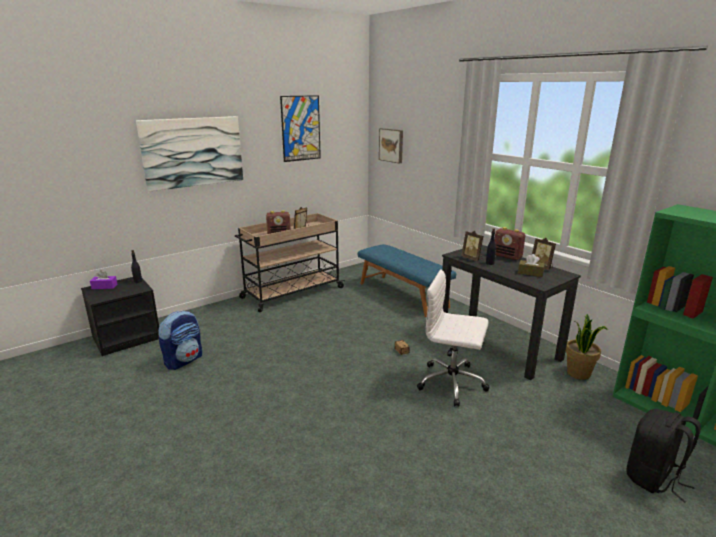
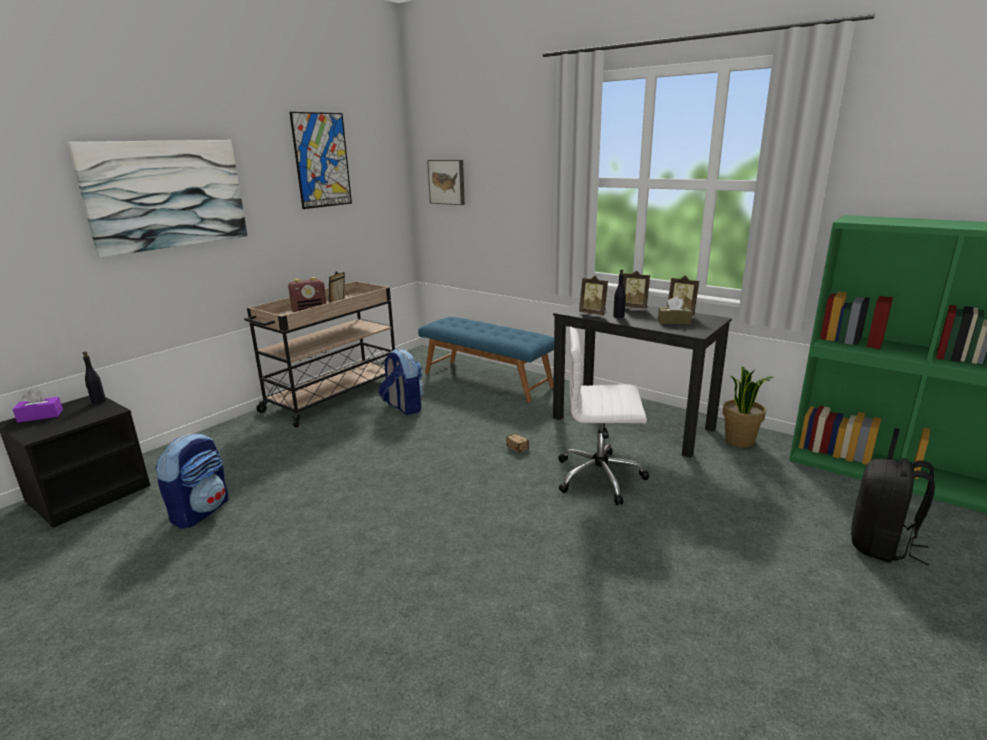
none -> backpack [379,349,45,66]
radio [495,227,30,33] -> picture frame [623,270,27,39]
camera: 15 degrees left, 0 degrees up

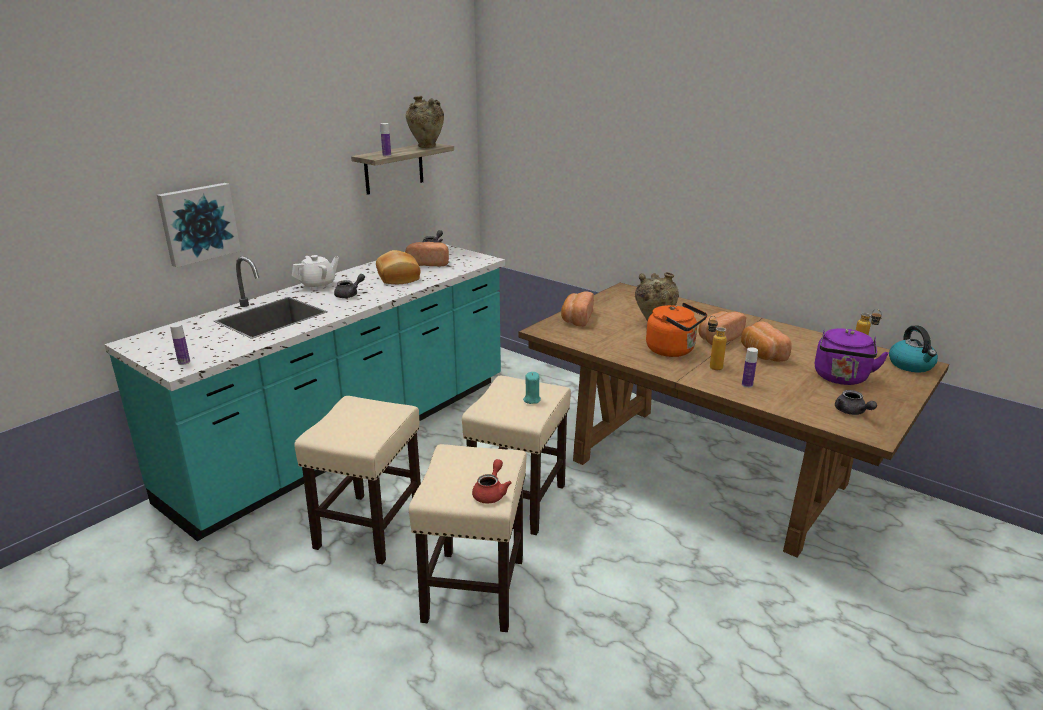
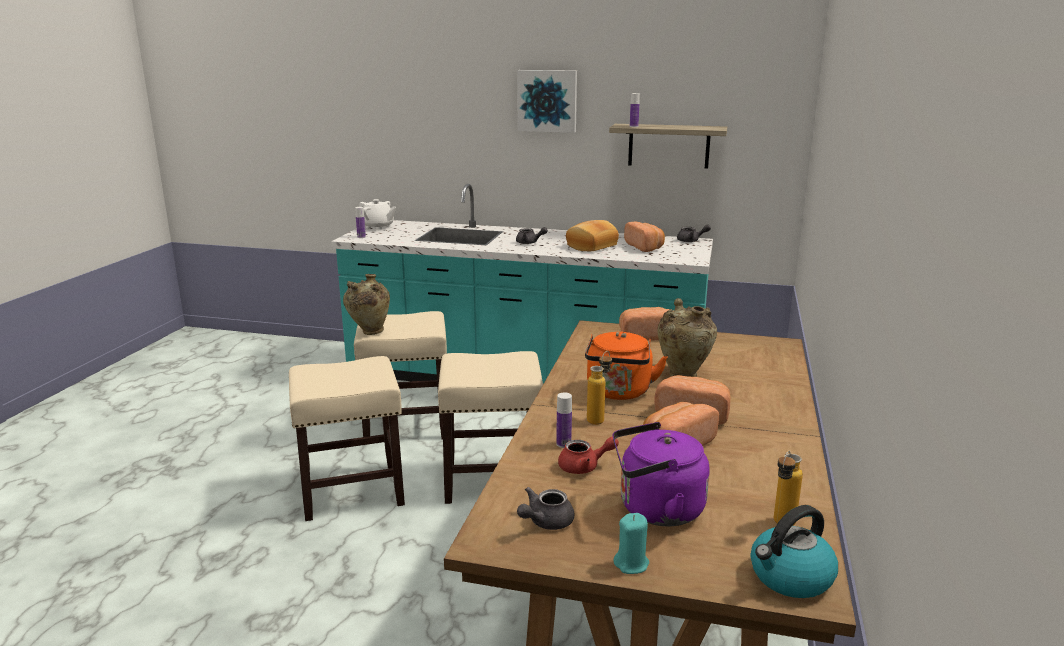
vase (beige) [406,96,38,52] -> vase (beige) [343,274,47,61], moved
teapot (white) [292,255,47,35] -> teapot (white) [359,199,37,31], moved
picture [157,183,84,84] -> picture [517,70,60,63], moved
teapot (red) [472,459,40,45] -> teapot (red) [558,436,61,38], moved
candle (turquoise) [523,372,18,32] -> candle (turquoise) [614,513,35,61], moved
camera: 65 degrees right, 5 degrees down

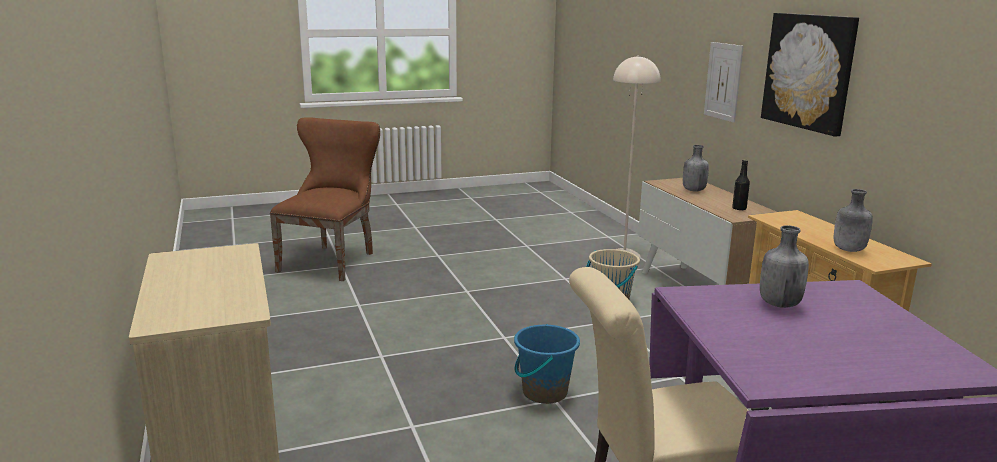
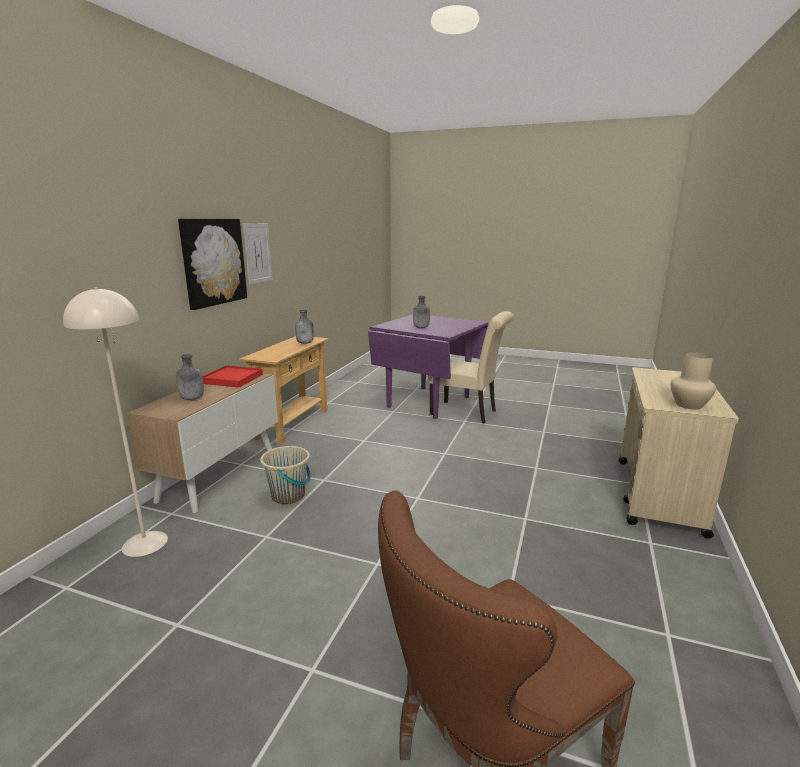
bottle (black) [732,160,18,50] -> tray (red) [203,365,60,23]
picture [704,42,40,81] -> picture [243,223,30,62], moved
none -> vase (beige) [671,352,45,58]
bucket (blue) [514,324,66,80] -> none
camera: 140 degrees left, 0 degrees up

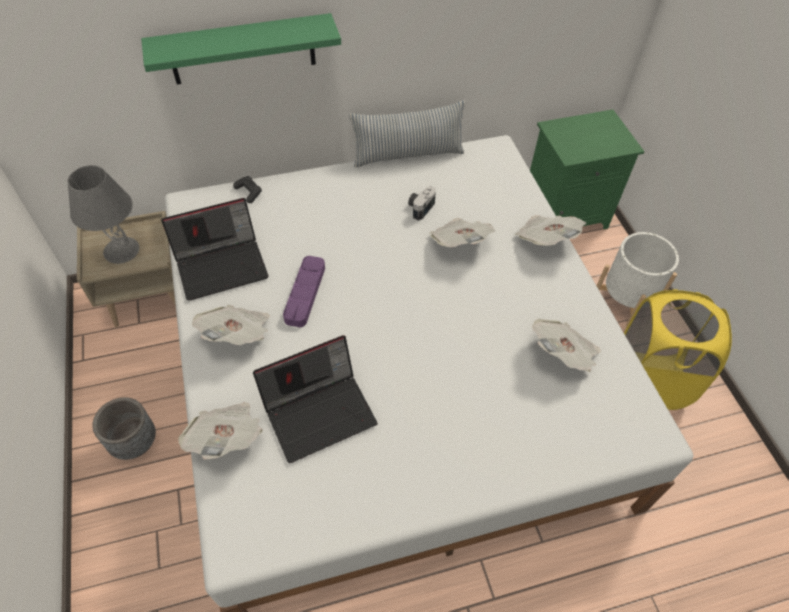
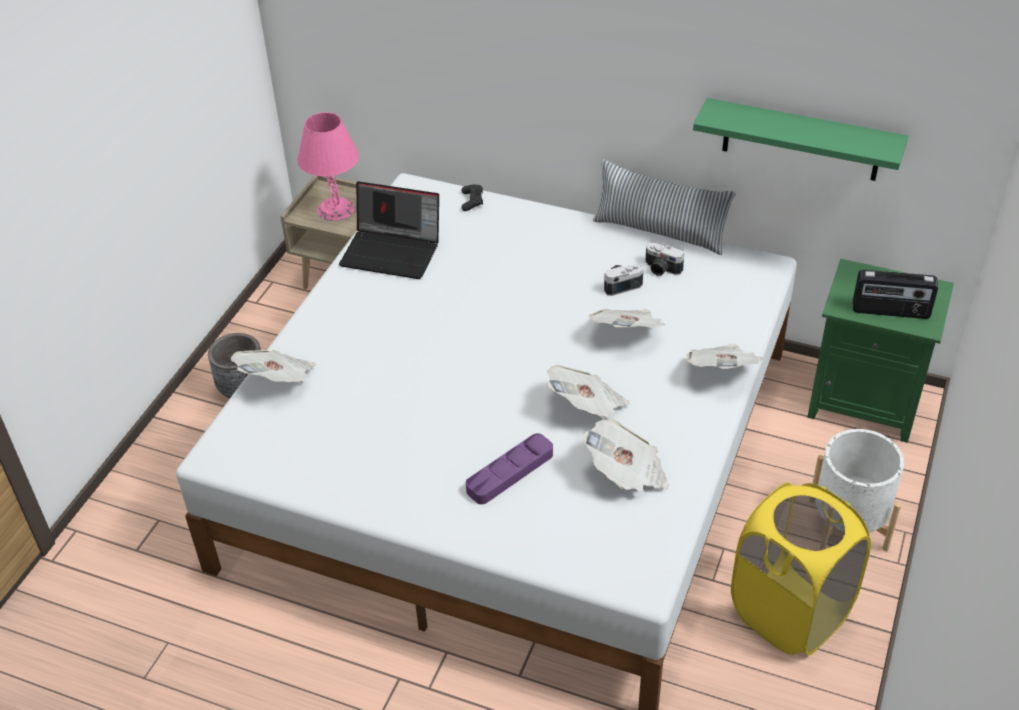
table lamp (grey) [67,165,73,99] -> table lamp (pink) [298,112,61,109]
tray (purple) [283,256,42,71] -> tray (purple) [466,433,87,71], moved
newspaper [192,305,78,40] -> newspaper [546,365,84,53], moved
none -> photo camera [645,243,39,33]
shelf (green) [141,13,200,71] -> shelf (green) [693,98,215,83], moved
none -> radio [853,270,85,49]
laptop [253,335,124,128] -> none
camera: 40 degrees right, 10 degrees down

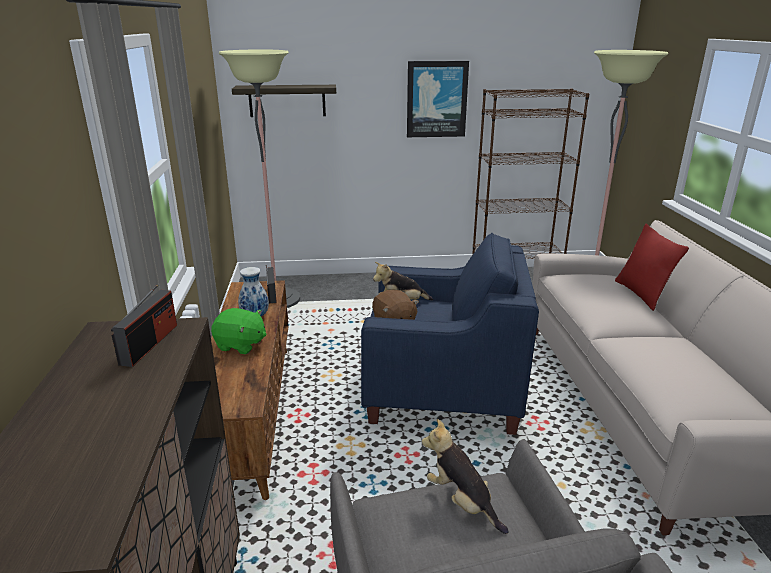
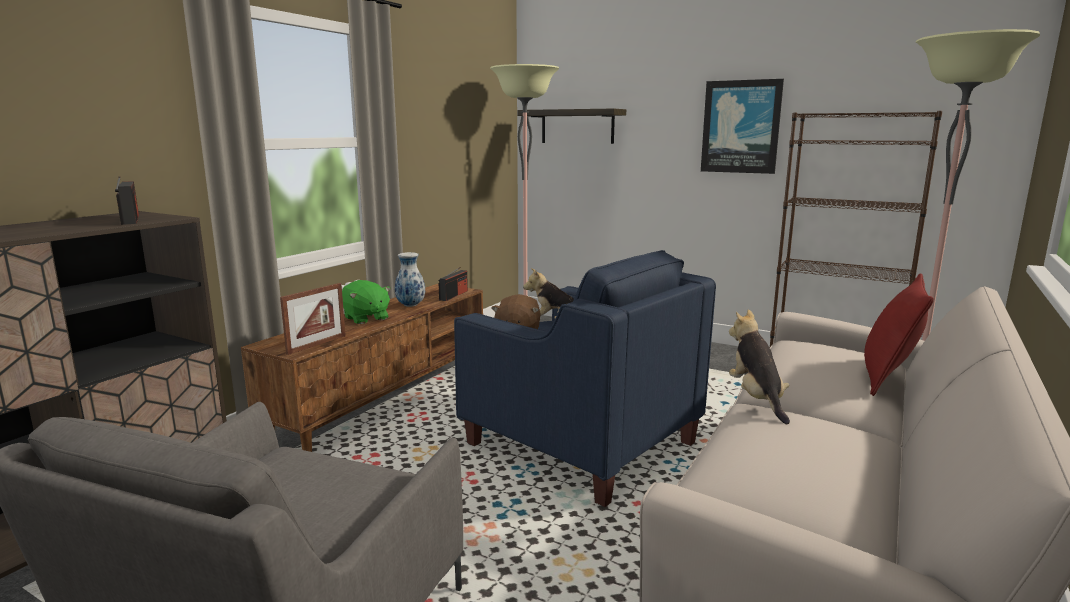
radio [111,285,66,82] -> radio [115,176,24,49], 75 degrees counterclockwise
none -> picture frame [280,283,66,72]
plush toy [422,419,87,115] -> plush toy [729,309,61,115], moved
camera: 35 degrees right, 10 degrees down

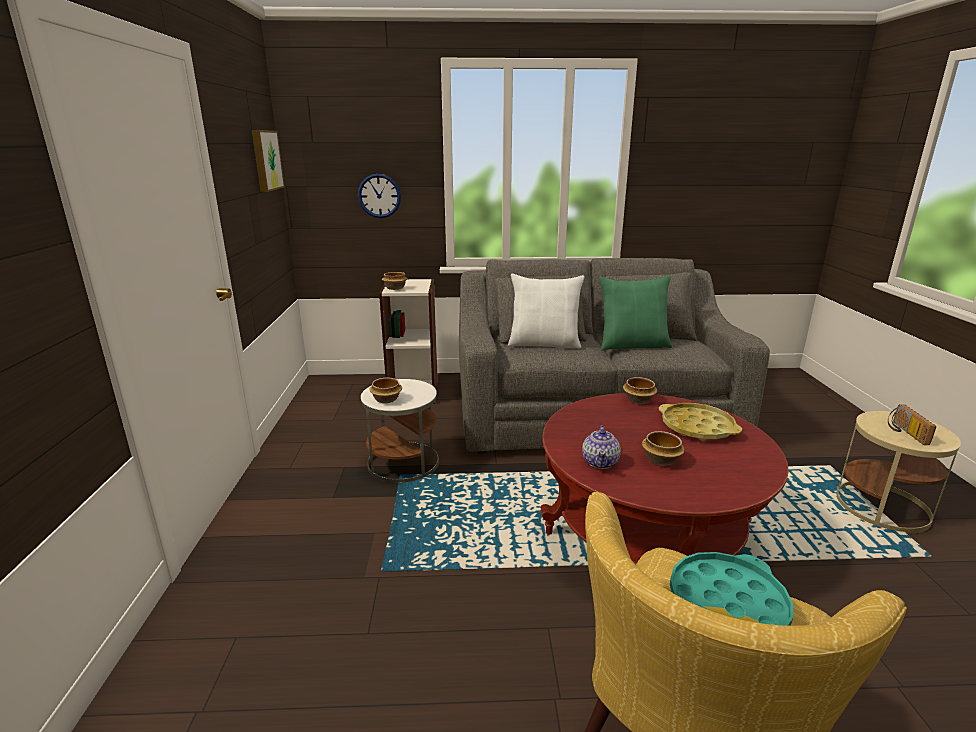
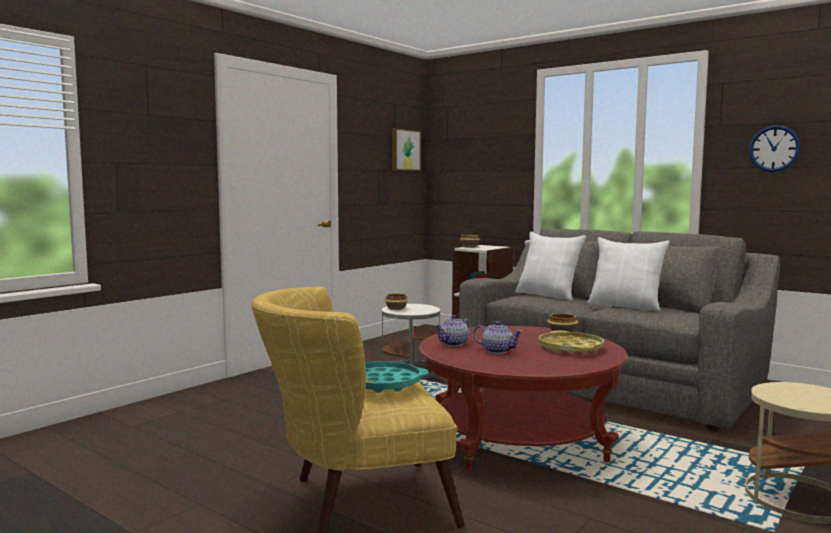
bowl [642,431,43,35] -> teapot [474,321,49,33]
pillow (green) [599,275,73,76] -> pillow (white) [587,237,83,75]
wall clock [358,174,43,44] -> wall clock [749,125,52,47], moved
radio [888,404,48,41] -> none
camera: 40 degrees right, 15 degrees down

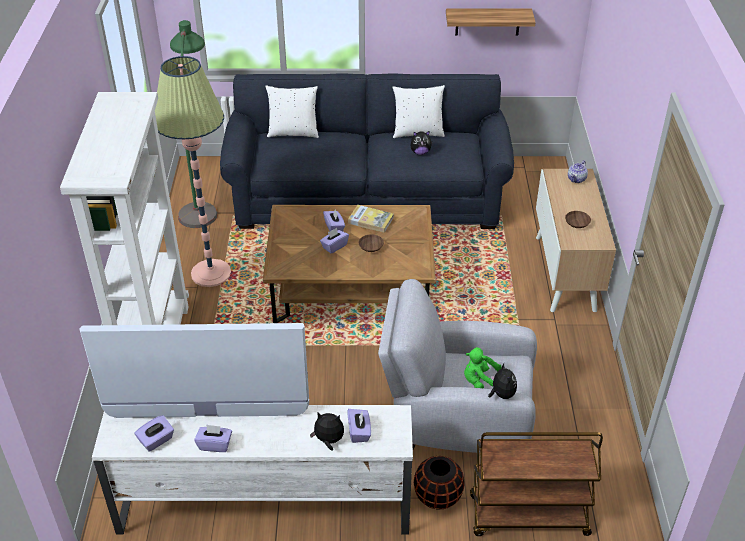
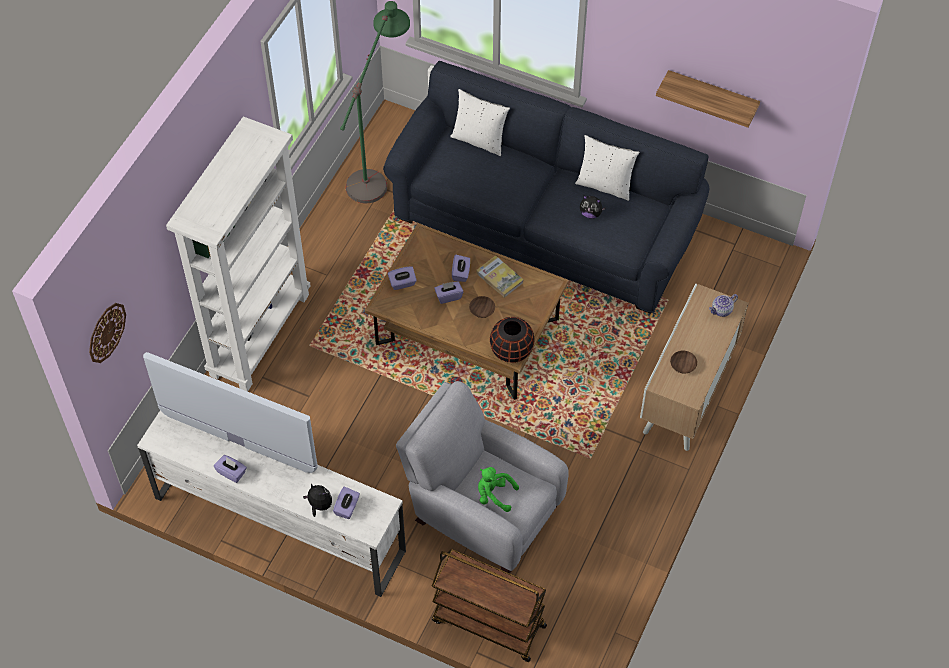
none -> wall clock [89,303,37,60]
tissue box (purple) [135,415,39,37] -> tissue box (purple) [388,267,29,23], moved
vase (black) [414,456,51,54] -> vase (black) [490,317,44,46], moved
floor lamp [155,56,76,231] -> none
plush toy [488,363,29,36] -> none
camera: 25 degrees right, 15 degrees up

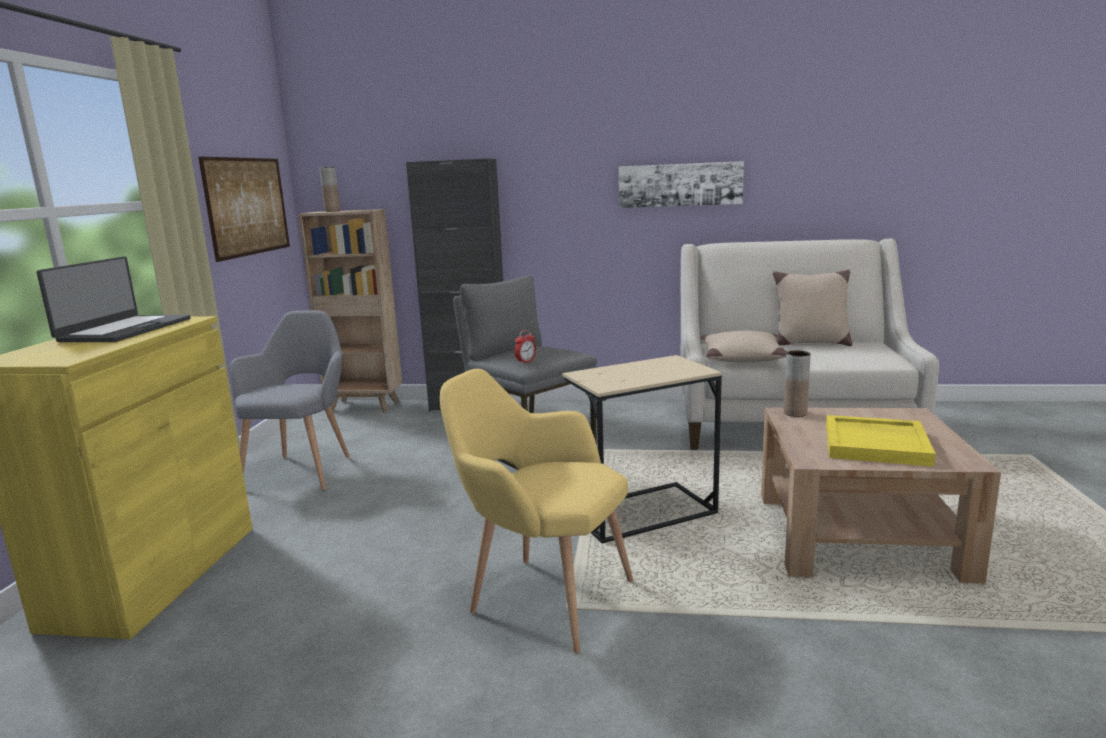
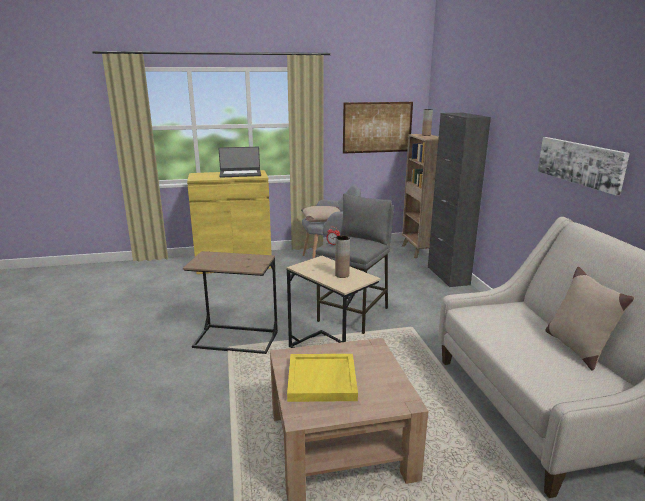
armchair (yellow) [440,369,193,285] -> side table (brown) [183,251,95,103]
pillow (beige) [700,331,87,31] -> pillow (beige) [301,206,39,16], moved
vase (brown) [784,351,27,66] -> vase (brown) [335,235,15,43], moved
camera: 70 degrees right, 5 degrees up

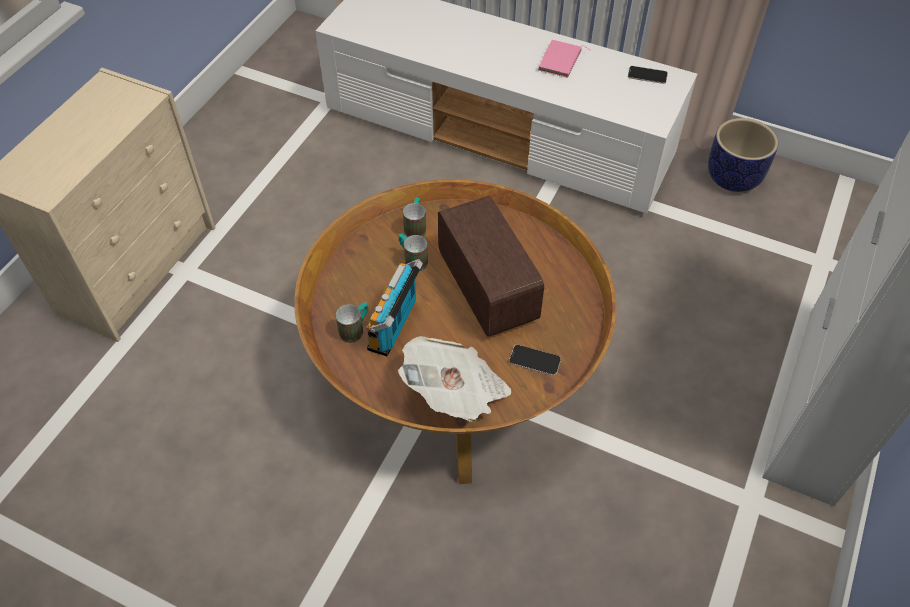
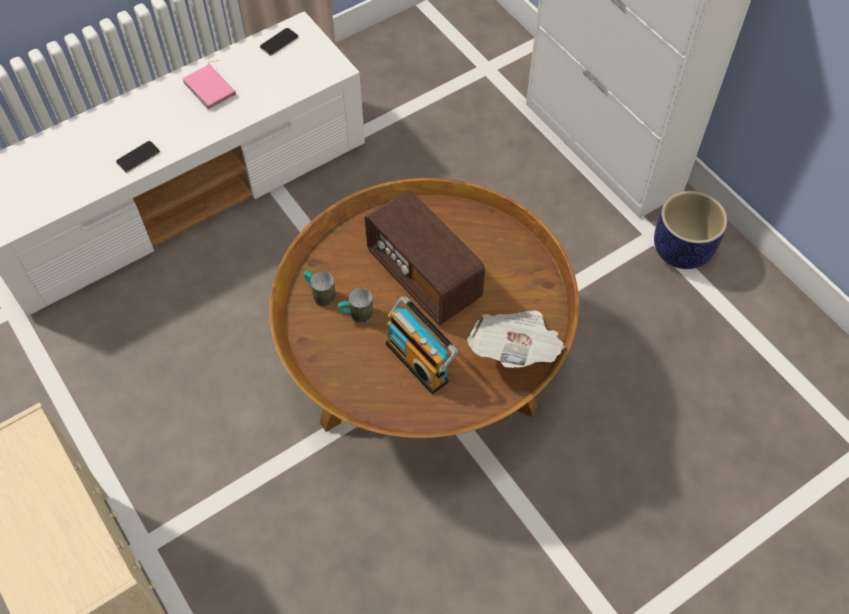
phone [509,344,52,32] -> phone [116,141,44,32], moved
radio [438,196,106,141] -> radio [365,190,120,135], 135 degrees counterclockwise
planter [708,118,70,74] -> planter [654,191,74,78], moved
mug [336,302,32,41] -> none
camera: 60 degrees left, 5 degrees up

